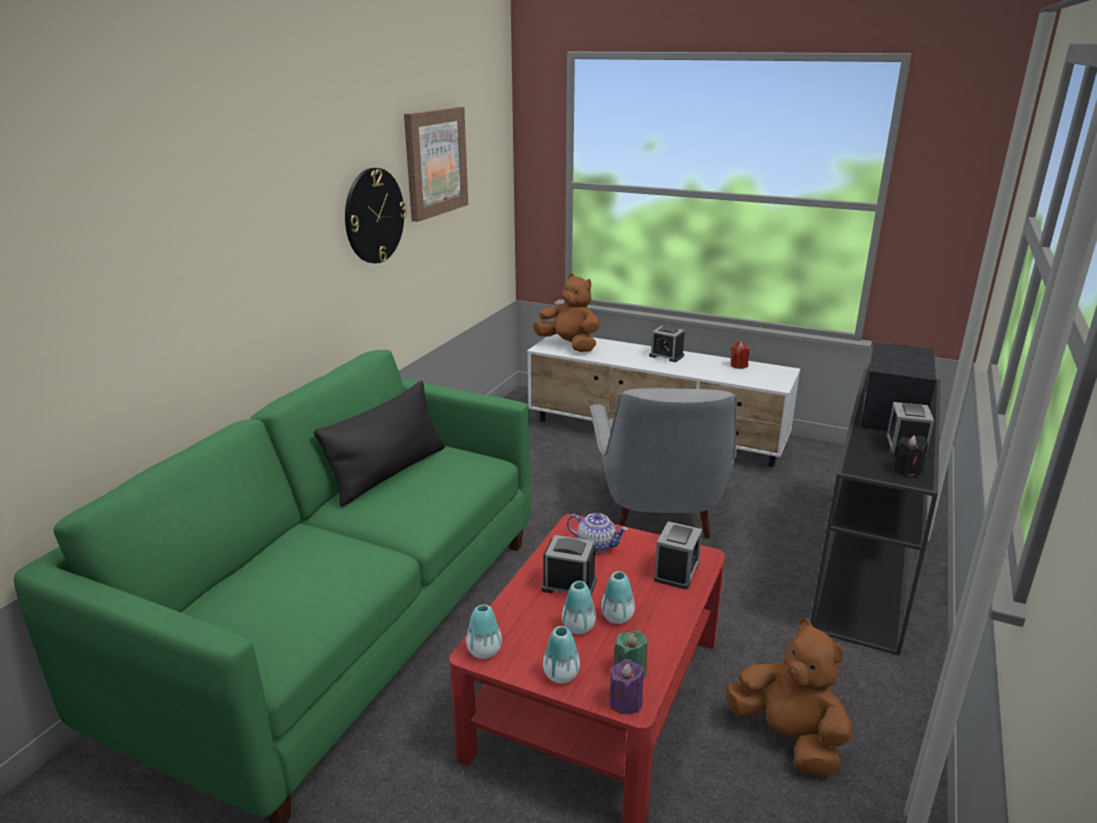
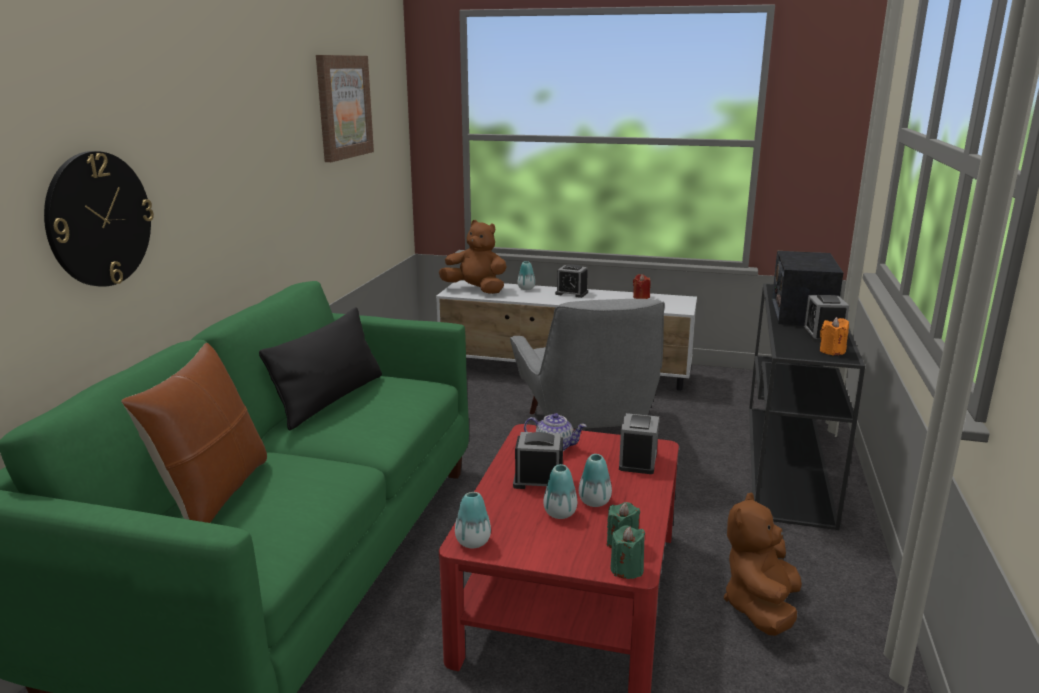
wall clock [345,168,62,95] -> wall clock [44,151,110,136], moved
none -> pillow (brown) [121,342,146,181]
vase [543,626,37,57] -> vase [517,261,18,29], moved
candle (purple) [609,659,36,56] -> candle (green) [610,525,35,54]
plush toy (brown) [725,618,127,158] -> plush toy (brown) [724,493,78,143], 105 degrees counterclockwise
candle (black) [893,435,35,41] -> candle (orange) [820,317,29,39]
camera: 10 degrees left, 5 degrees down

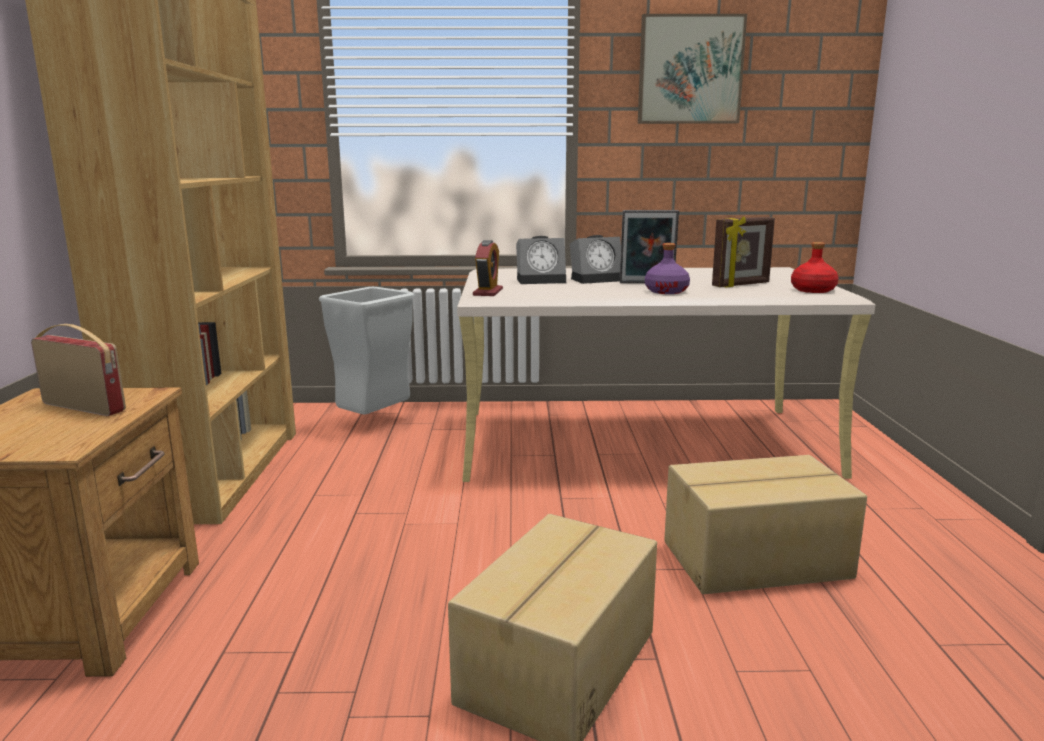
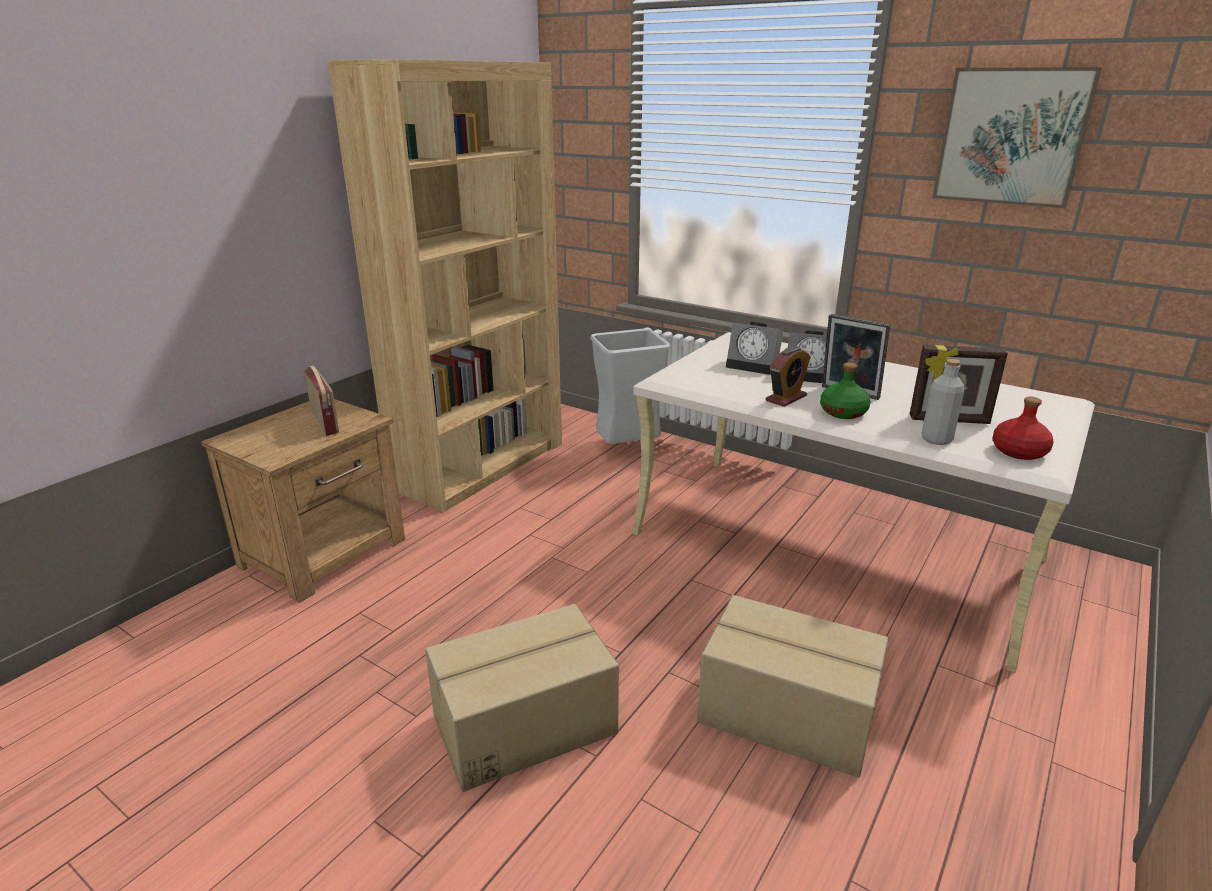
alarm clock [473,240,30,56] -> alarm clock [766,346,45,61], moved
bottle (purple) [645,243,45,51] -> bottle (green) [820,362,51,57]
none -> bottle (grey) [922,359,43,86]
camera: 35 degrees right, 10 degrees up

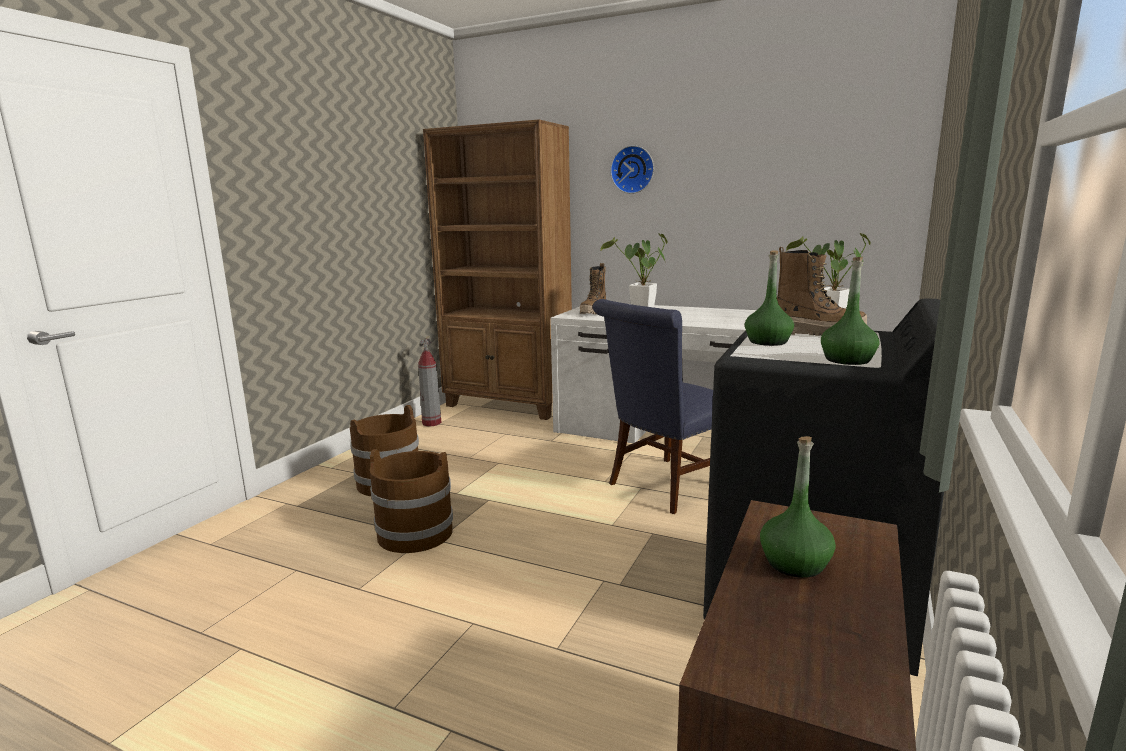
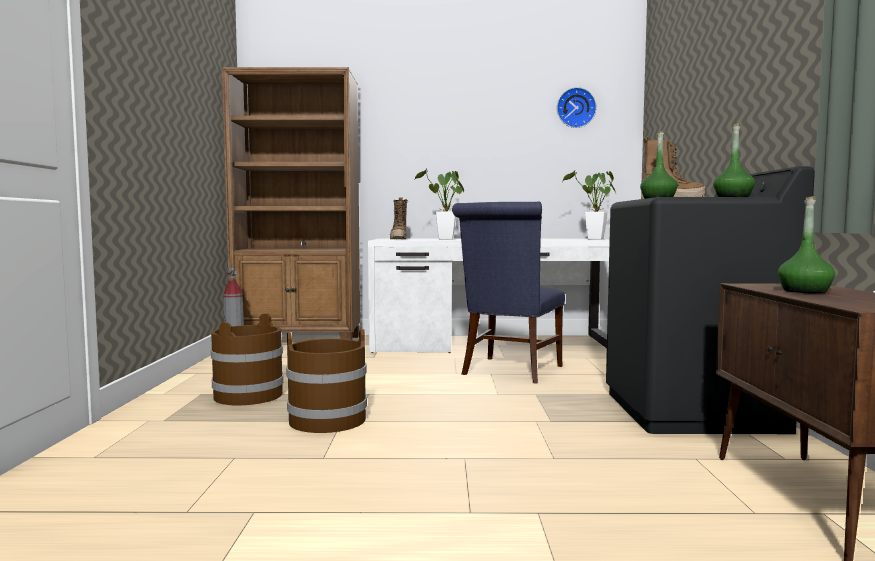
wall clock [610,145,44,49] -> wall clock [557,87,40,41], moved
camera: 25 degrees left, 10 degrees down

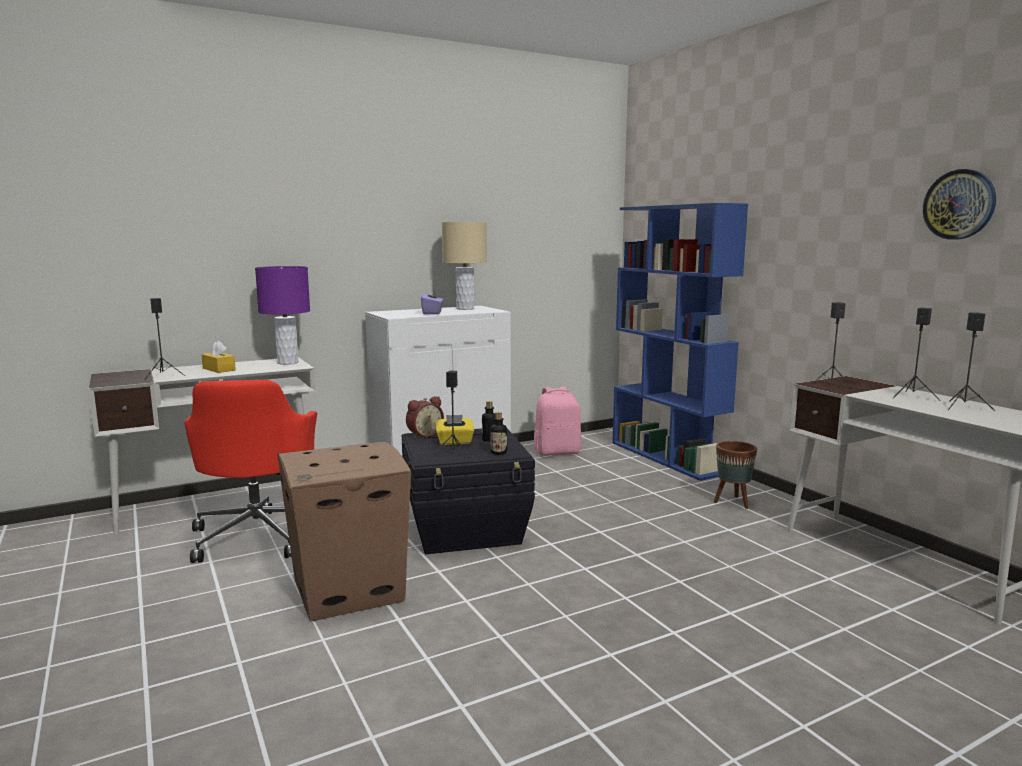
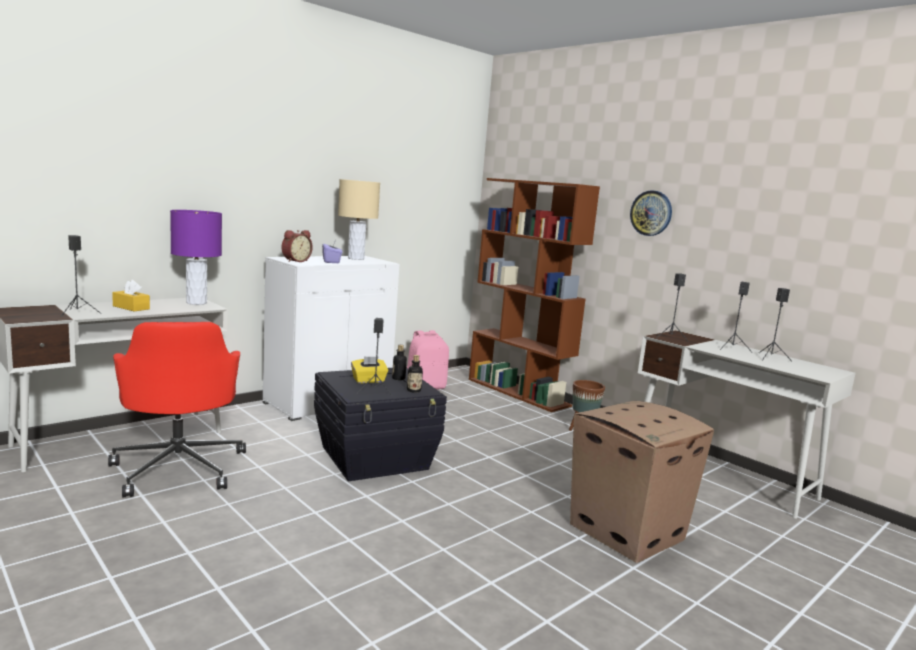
alarm clock [406,396,38,43] -> alarm clock [282,230,31,32], moved
bookcase (blue) [612,203,136,278] -> bookcase (brown) [469,178,131,234]
cardboard box [277,442,134,179] -> cardboard box [570,401,144,162], moved
wall clock [923,169,73,71] -> wall clock [630,190,42,46], moved
camera: 15 degrees left, 0 degrees up

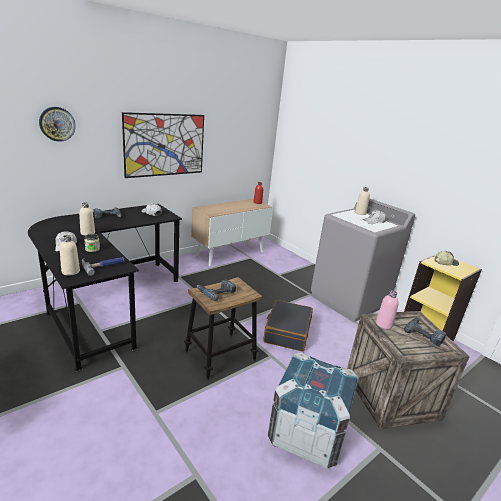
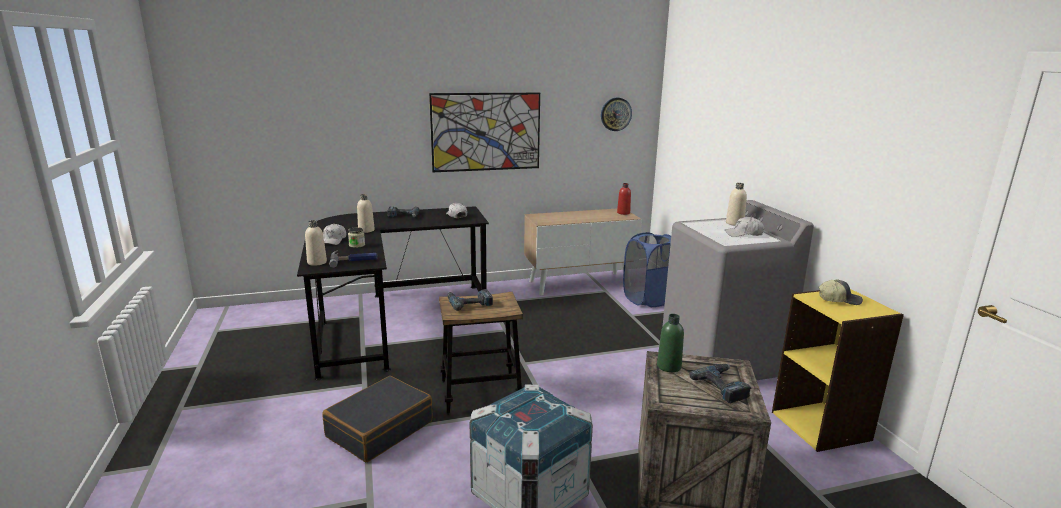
suitcase (black) [263,300,50,52] -> suitcase (black) [323,376,110,86], moved
wall clock [39,107,37,35] -> wall clock [601,98,31,33], moved
none -> laundry basket (blue) [623,232,48,75]
bottle (pink) [376,290,23,39] -> bottle (green) [657,314,27,58]
camera: 25 degrees right, 5 degrees down

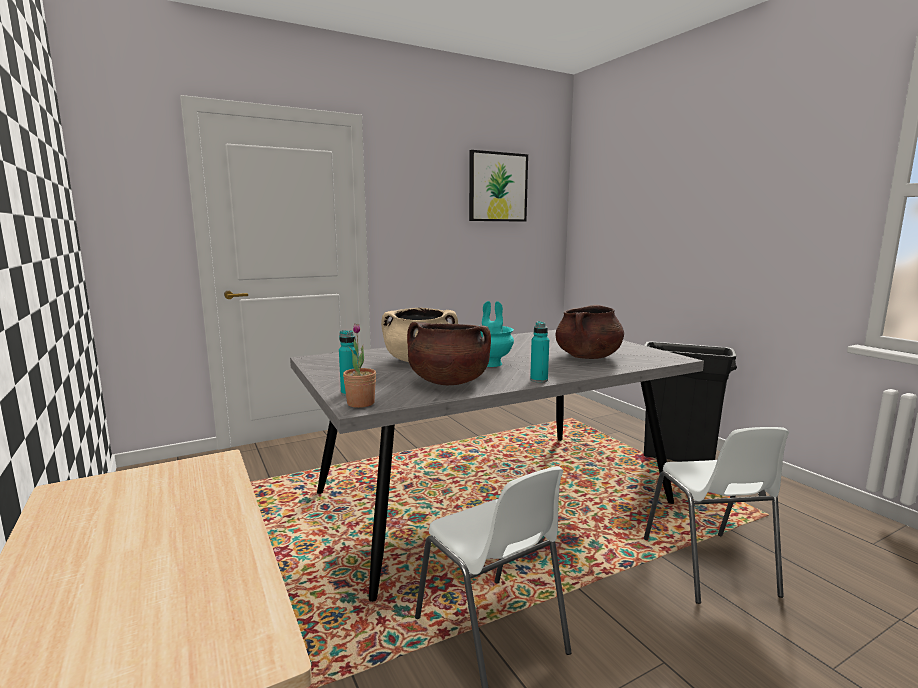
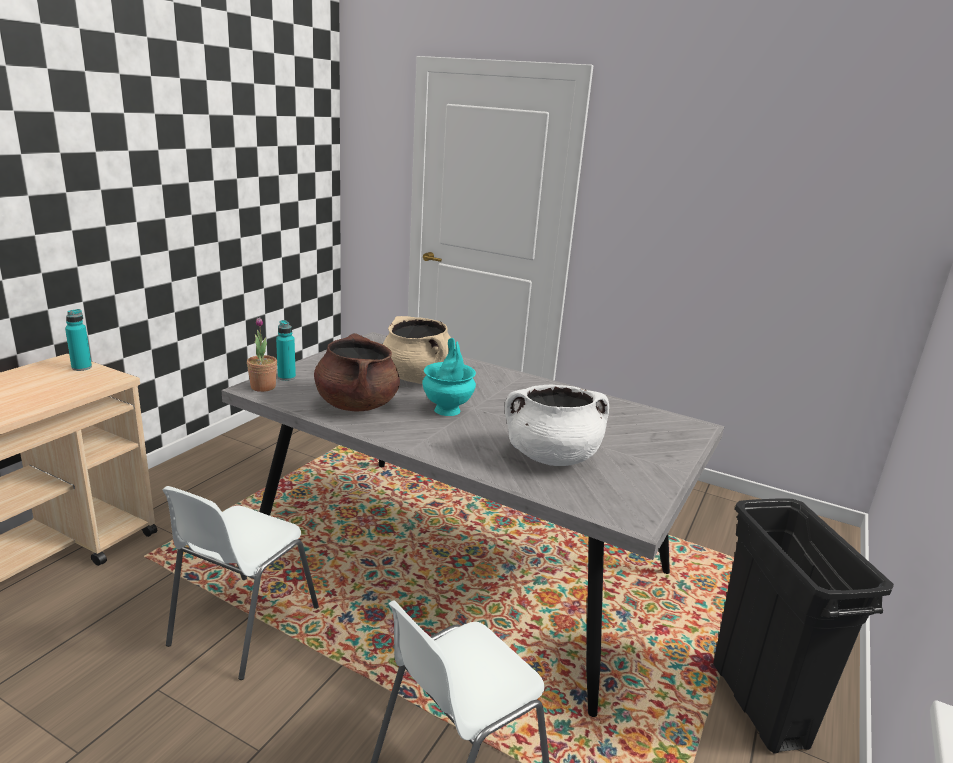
bottle (turquoise) [530,321,19,62] -> bottle (turquoise) [65,309,27,62], moved
cooking pot (brown) [555,305,69,54] -> cooking pot (white) [505,385,104,81]
picture [469,150,59,72] -> none
camera: 55 degrees right, 10 degrees up

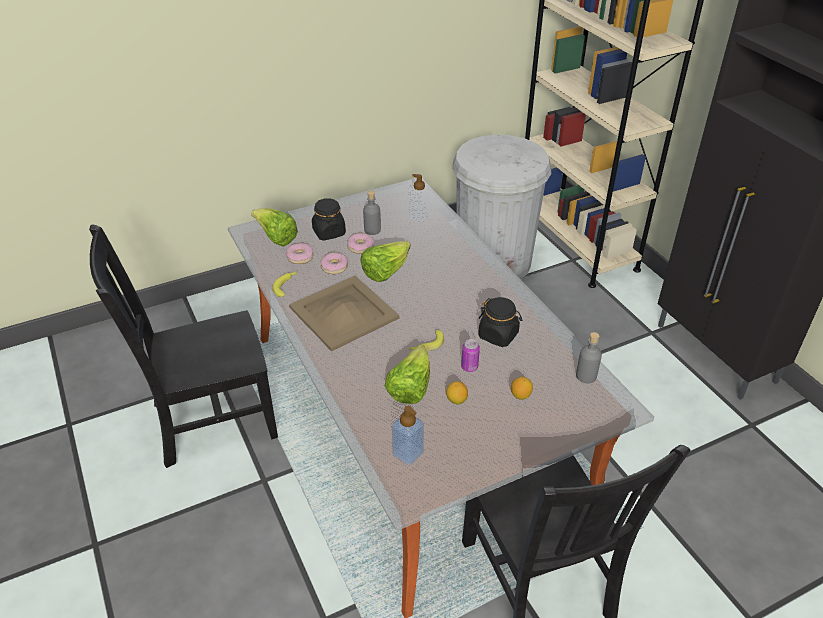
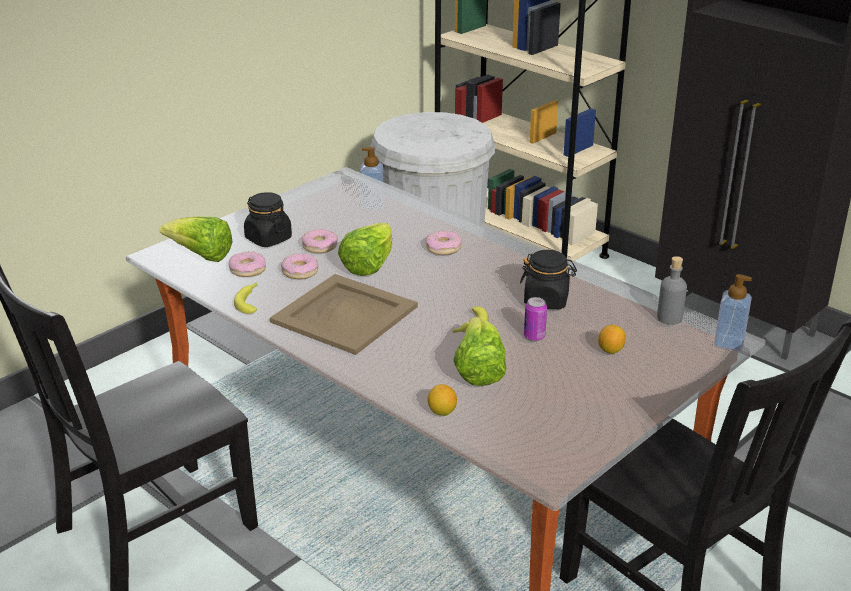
none -> donut [425,231,37,24]
lemon [446,381,22,23] -> lemon [428,384,29,32], moved
soap dispenser [392,406,32,59] -> soap dispenser [714,274,38,77], moved
bottle (grey) [363,191,18,44] -> none
camera: 20 degrees left, 10 degrees down

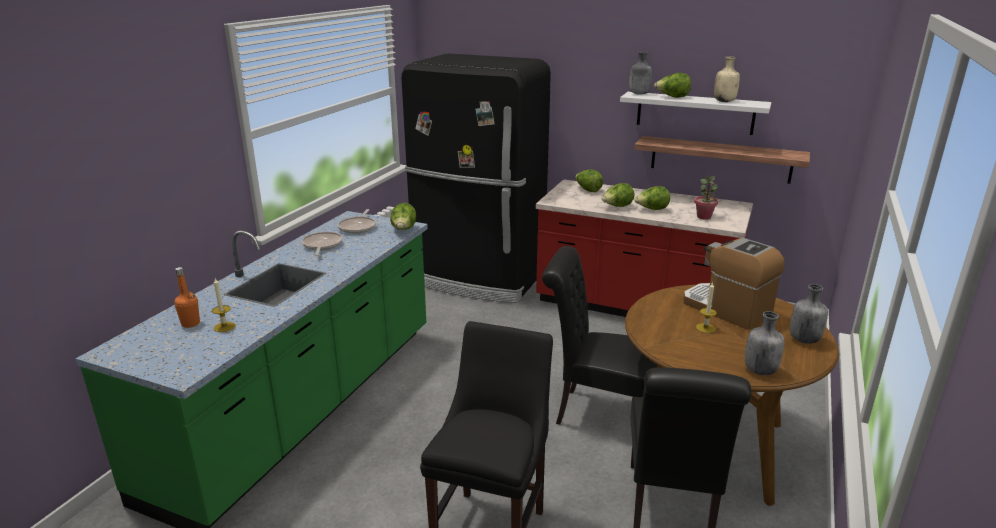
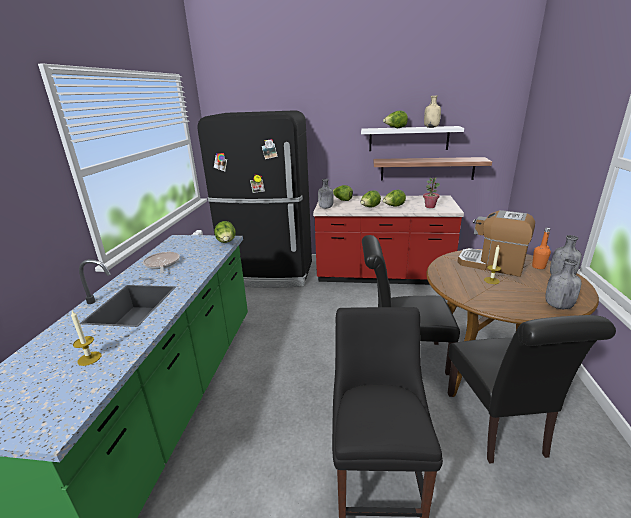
bottle (grey) [629,51,23,44] -> bottle (grey) [318,179,16,30], moved
bottle (orange) [175,267,25,61] -> bottle (orange) [532,227,19,42], moved
frying pan [338,209,38,25] -> none
camera: 15 degrees left, 0 degrees up

